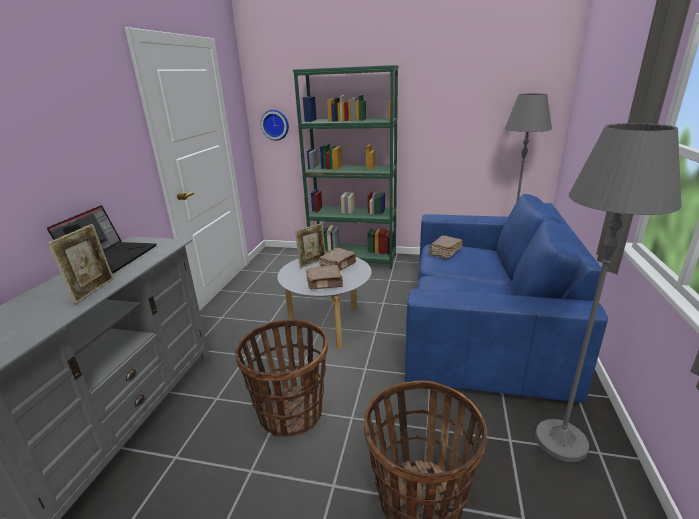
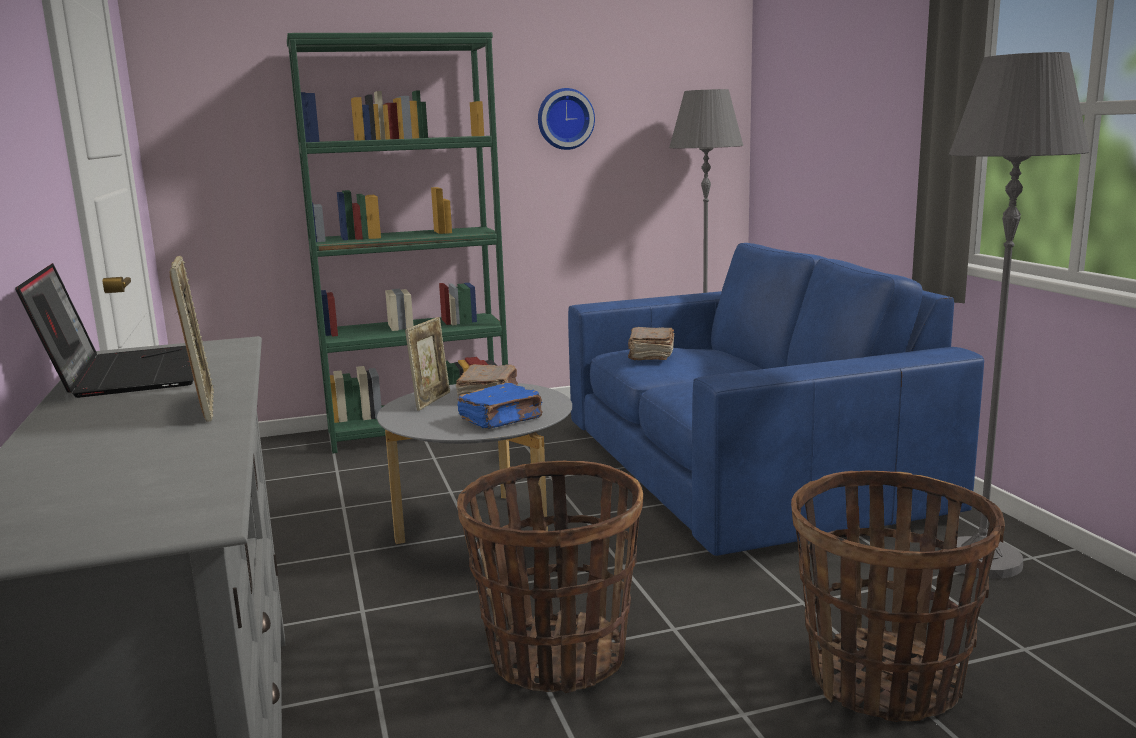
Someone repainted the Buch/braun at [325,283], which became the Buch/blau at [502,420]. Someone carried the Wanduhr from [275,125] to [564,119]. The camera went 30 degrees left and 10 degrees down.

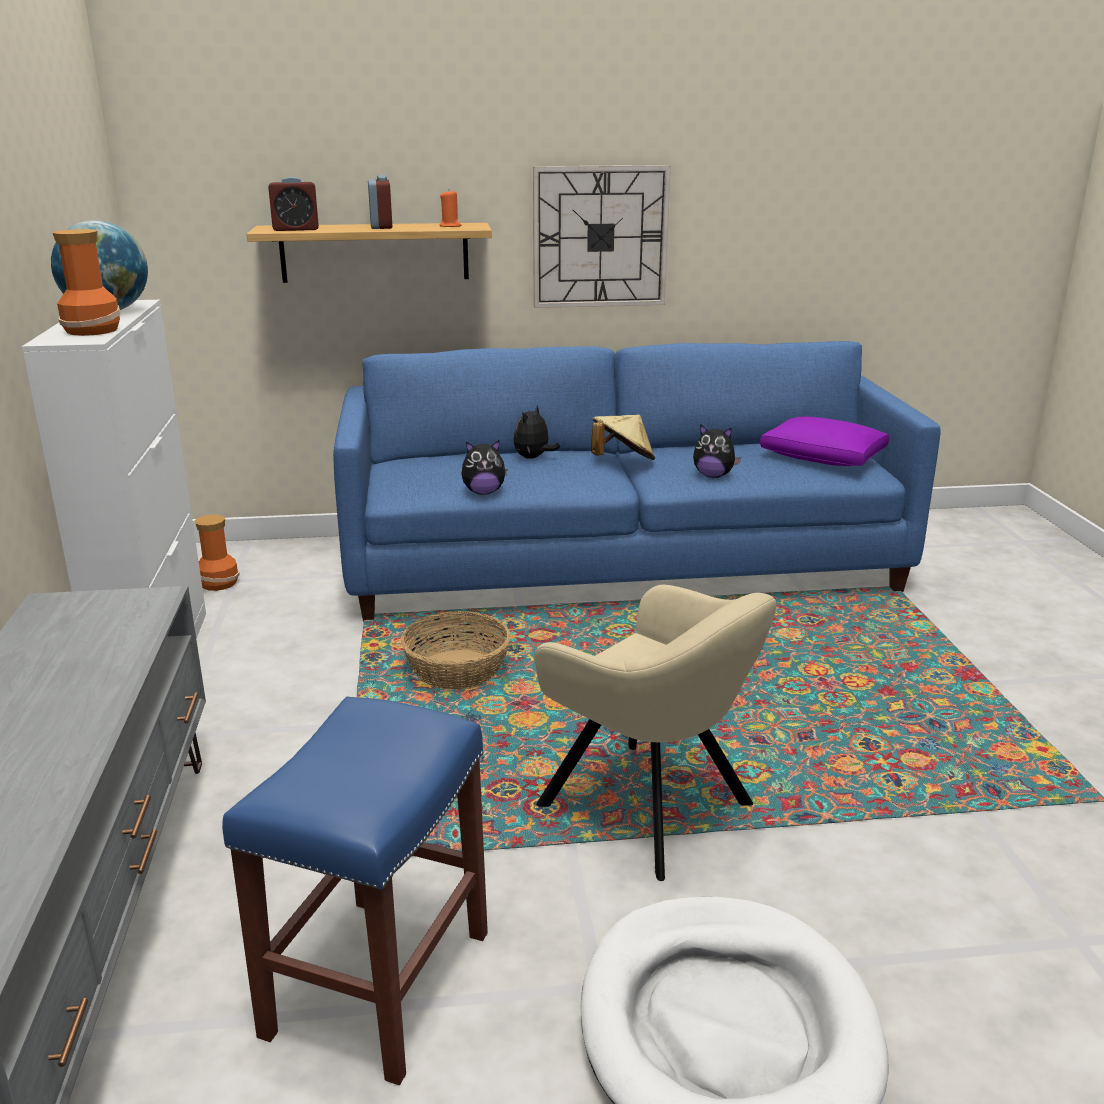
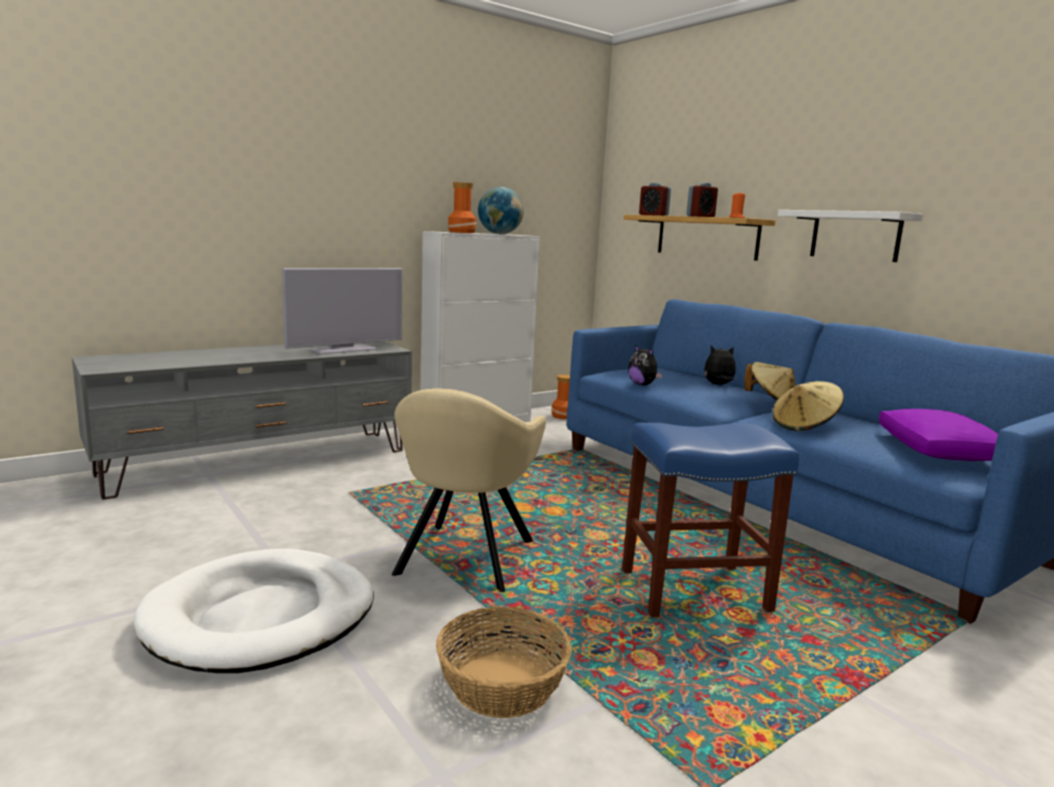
Someone put down the Fernseher at [344,350]. Someone carried the Korb from [458,670] to [502,685]. Someone carried the Hocker/blau from [379,980] to [695,590]. Someone swapped the Plüschtier at [713,476] for the Hut/beige at [804,426]. Someone swapped the Wanduhr at [600,237] for the Wandregal/weiß at [855,236]. The camera went 60 degrees right and 10 degrees down.

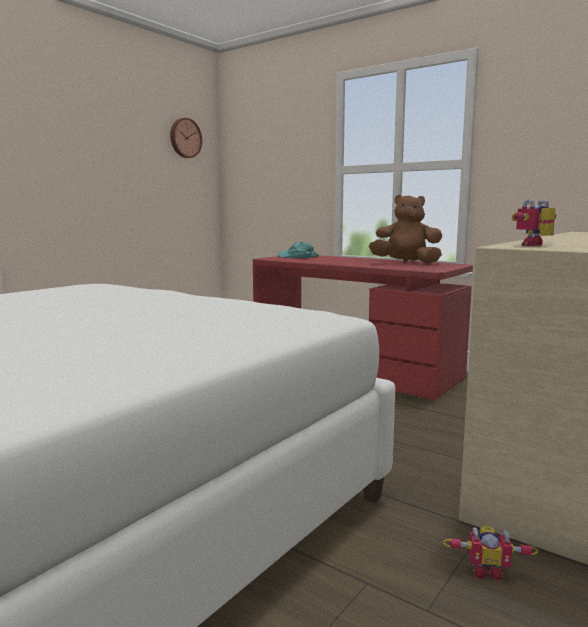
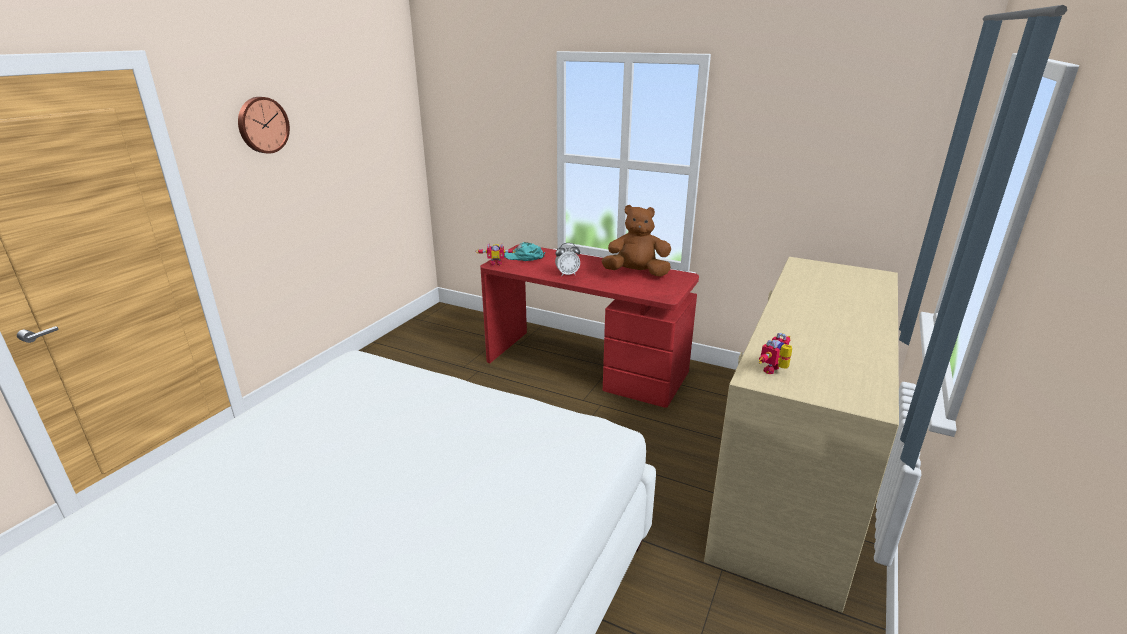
Someone carried the Wanduhr from [185,138] to [262,125]. Someone carried the Spielzeugroboter from [486,571] to [496,263]. Someone put down the Wecker at [567,274]. The camera went 10 degrees left and 15 degrees up.

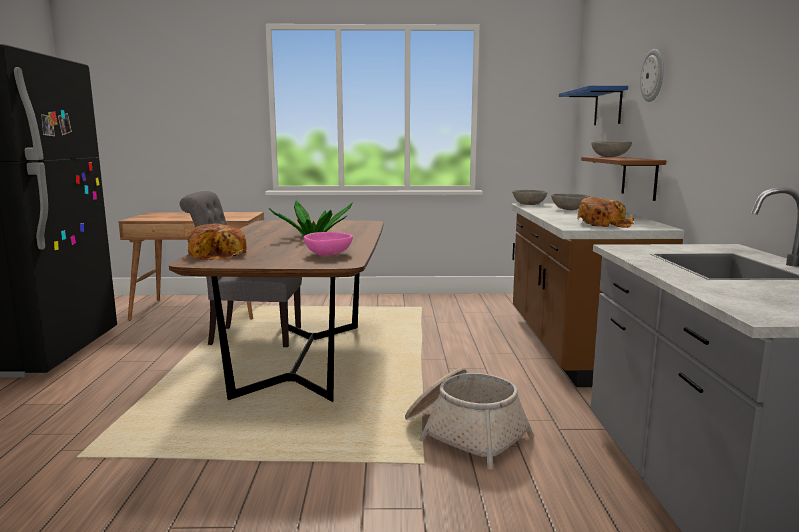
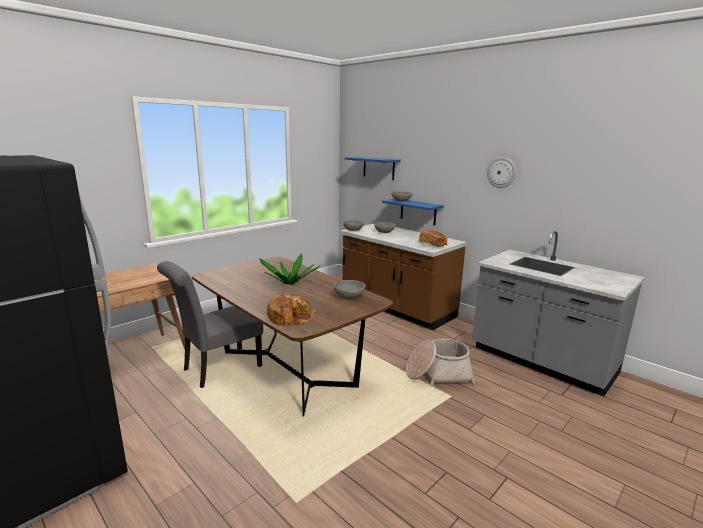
Someone repainted the Schüssel/rosa at [328,254], which became the Schüssel/grau at [349,297]. Someone repainted the Wandregal/braun at [639,177], which became the Wandregal/blau at [418,211]. Someone carried the Wanduhr from [653,75] to [501,172]. The camera went 45 degrees left and 5 degrees up.

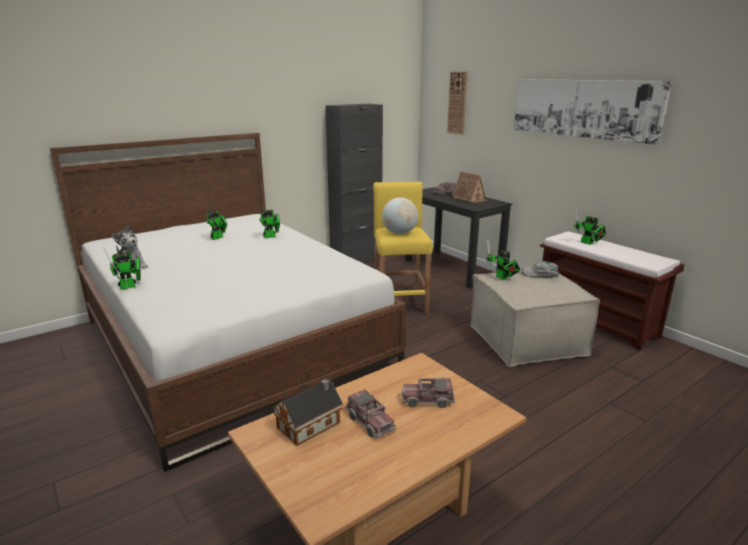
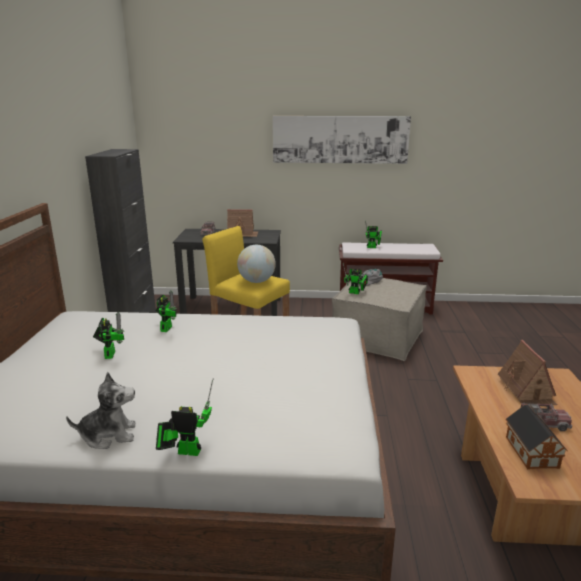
Someone rotated the Spielzeugroboter at [130,286] by 90 degrees counterclockwise. Someone swapped the Spielzeuglaster at [427,400] for the Spielzeughaus at [526,390]. Someone took away the Wanduhr at [457,103]. The camera went 50 degrees left and 0 degrees up.

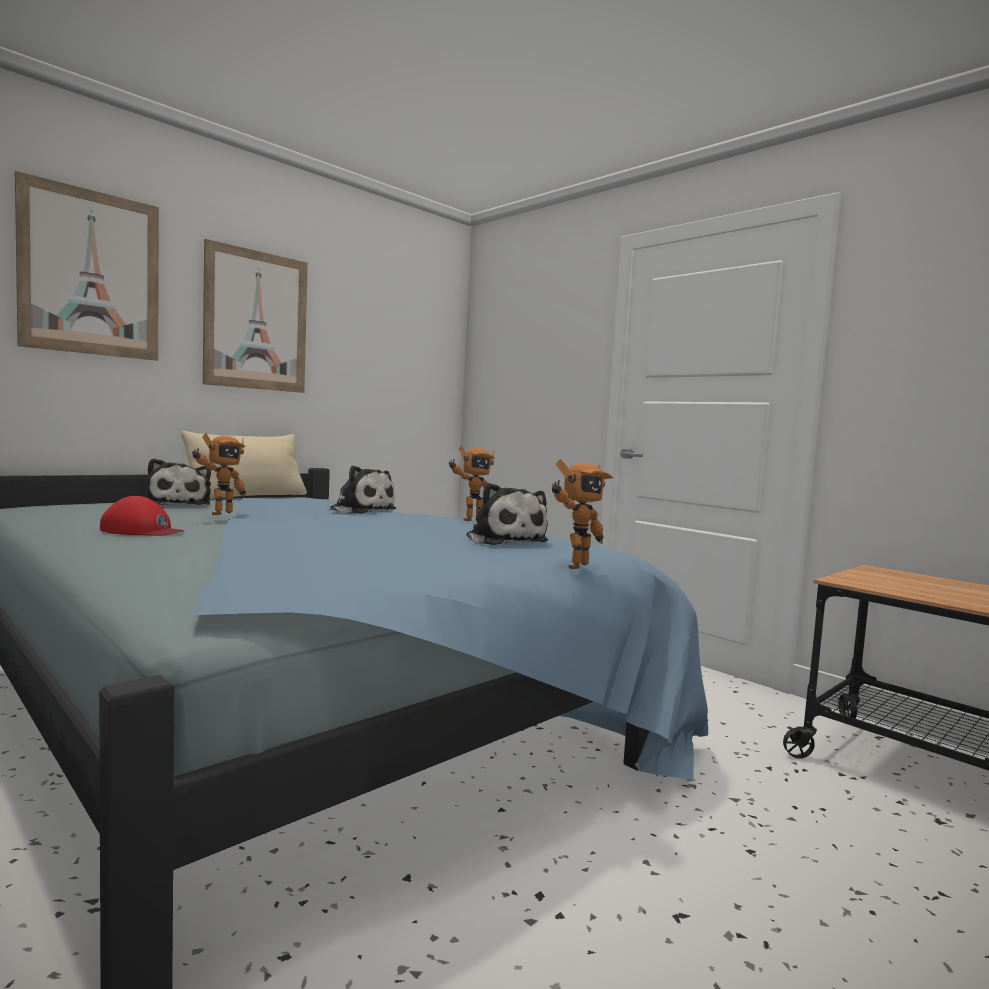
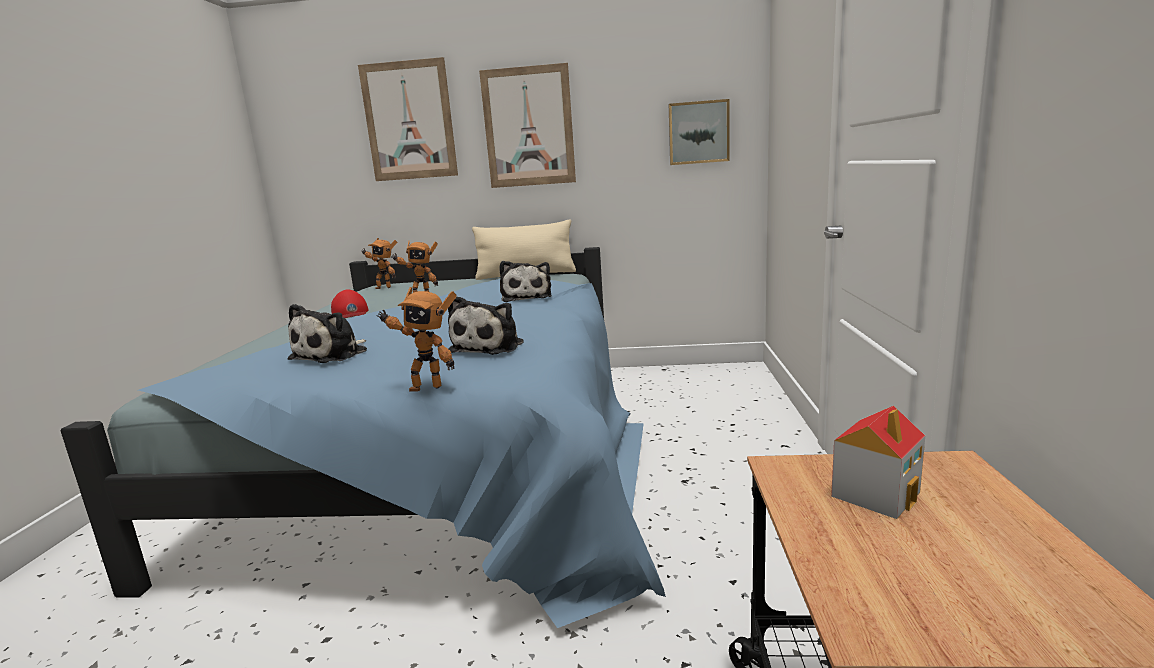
Someone carried the Plüschtier from [179,504] to [333,354]. Someone carried the Spielzeugroboter from [470,519] to [384,287]. Someone put up the Bild at [698,132]. Someone put down the Spielzeughaus at [875,493]. The camera went 50 degrees right and 10 degrees up.

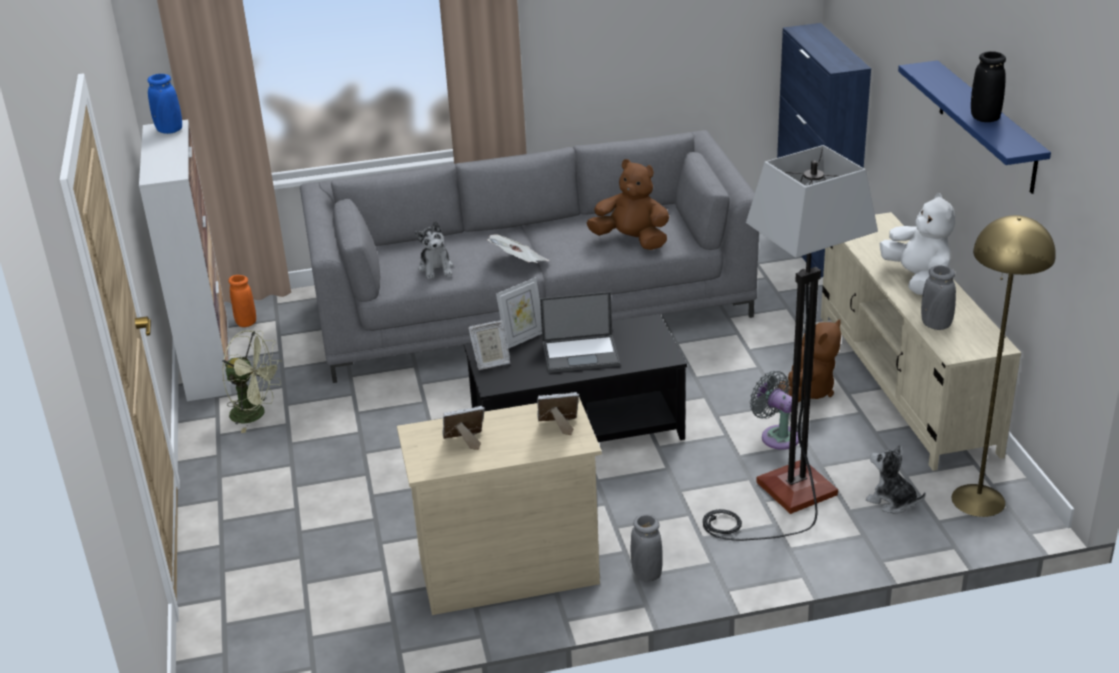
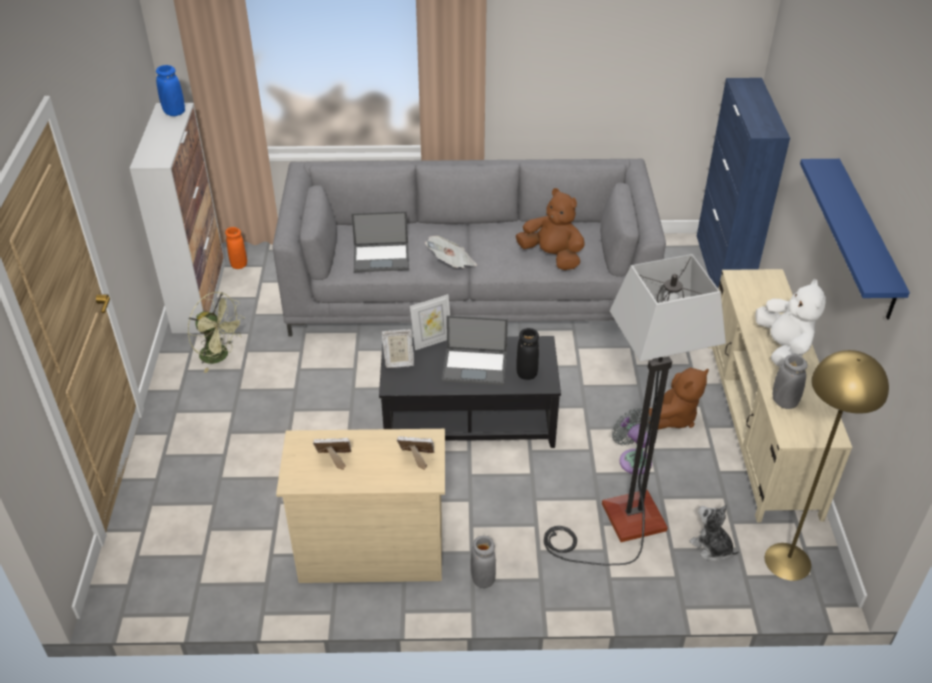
Someone swapped the Plüschtier at [436,268] for the Laptop at [382,257]. Someone carried the Vase/schwarz from [984,118] to [526,373]. The camera went 10 degrees right and 10 degrees up.

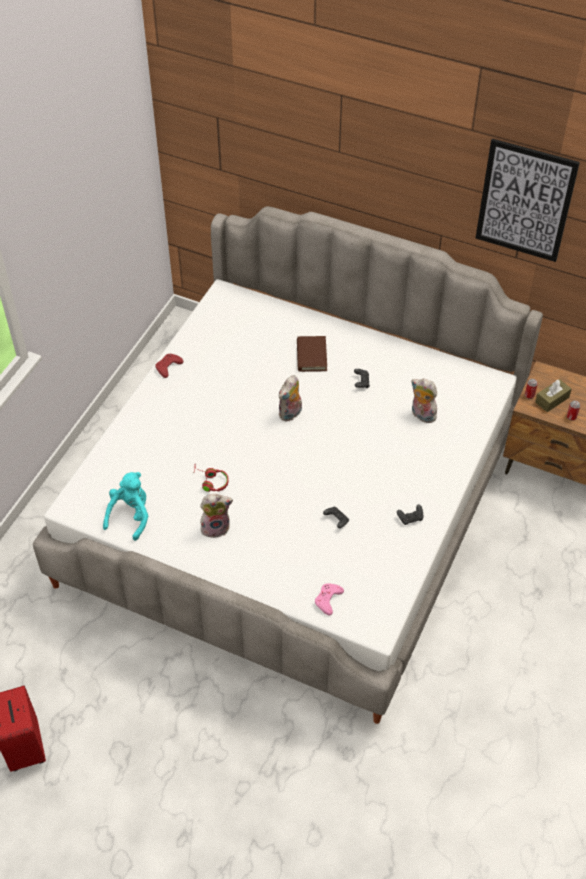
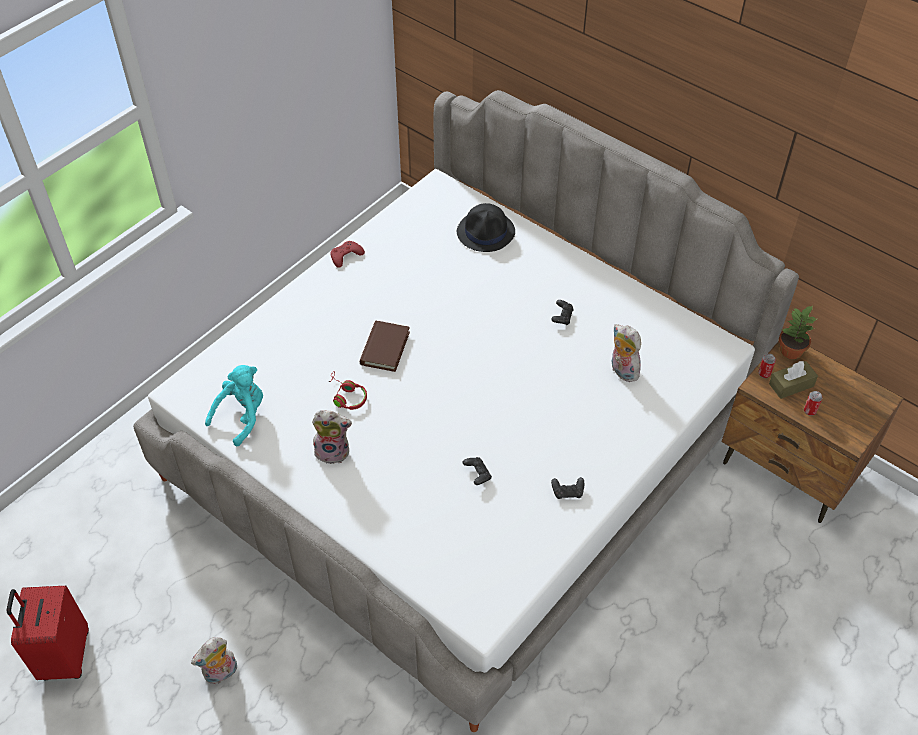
Someone carried the Plüschtier from [291,414] to [221,674]. Someone carried the Buch/braun from [311,356] to [385,348]. Someone put down the Hut/schwarz at [486,232]. Someone put down the Topfpflanze at [790,351]. Someone took away the Gamepad/rosa at [328,600]. Someone took away the Bild at [525,201]. The camera went 15 degrees right and 0 degrees up.

